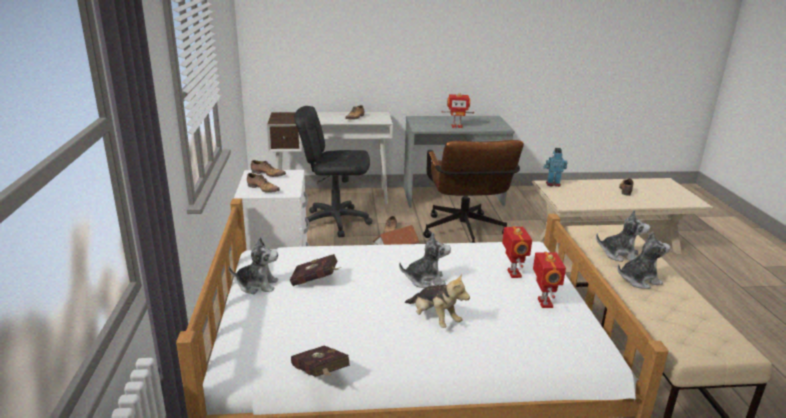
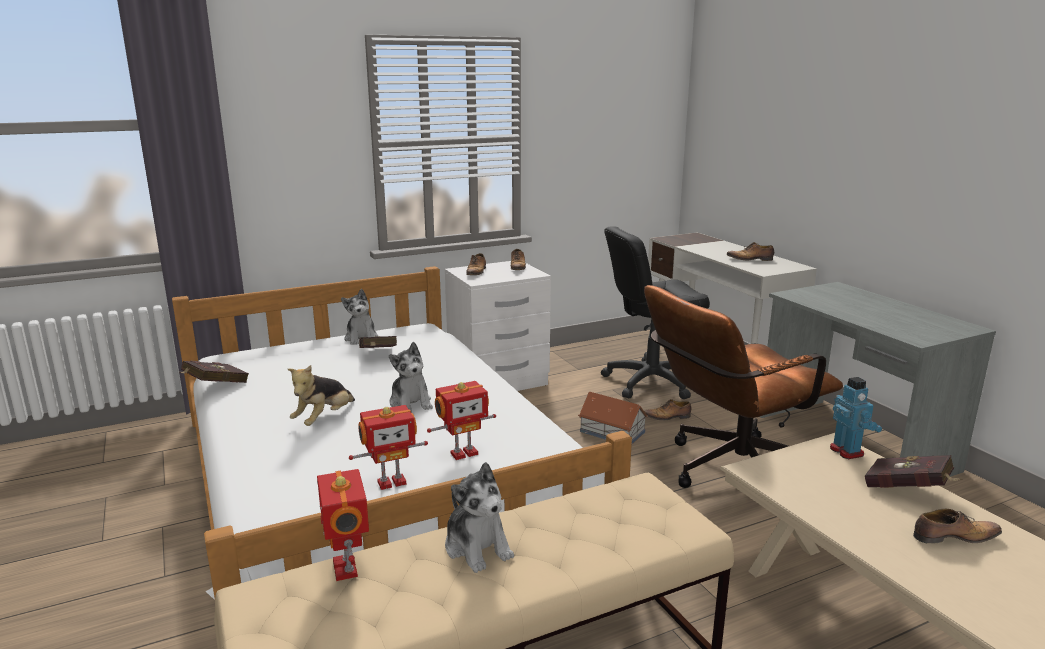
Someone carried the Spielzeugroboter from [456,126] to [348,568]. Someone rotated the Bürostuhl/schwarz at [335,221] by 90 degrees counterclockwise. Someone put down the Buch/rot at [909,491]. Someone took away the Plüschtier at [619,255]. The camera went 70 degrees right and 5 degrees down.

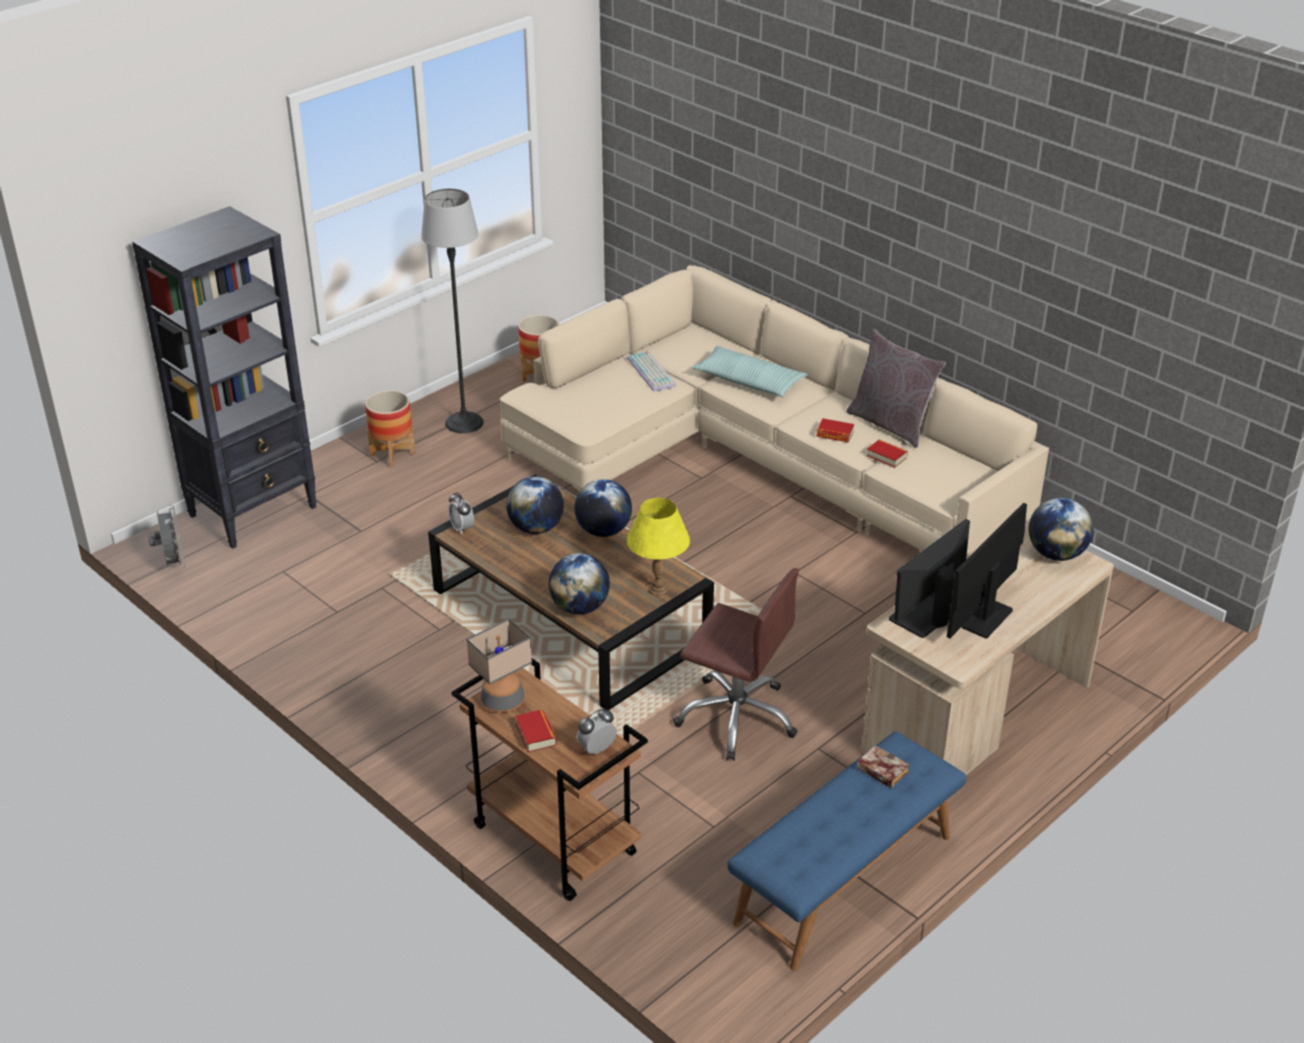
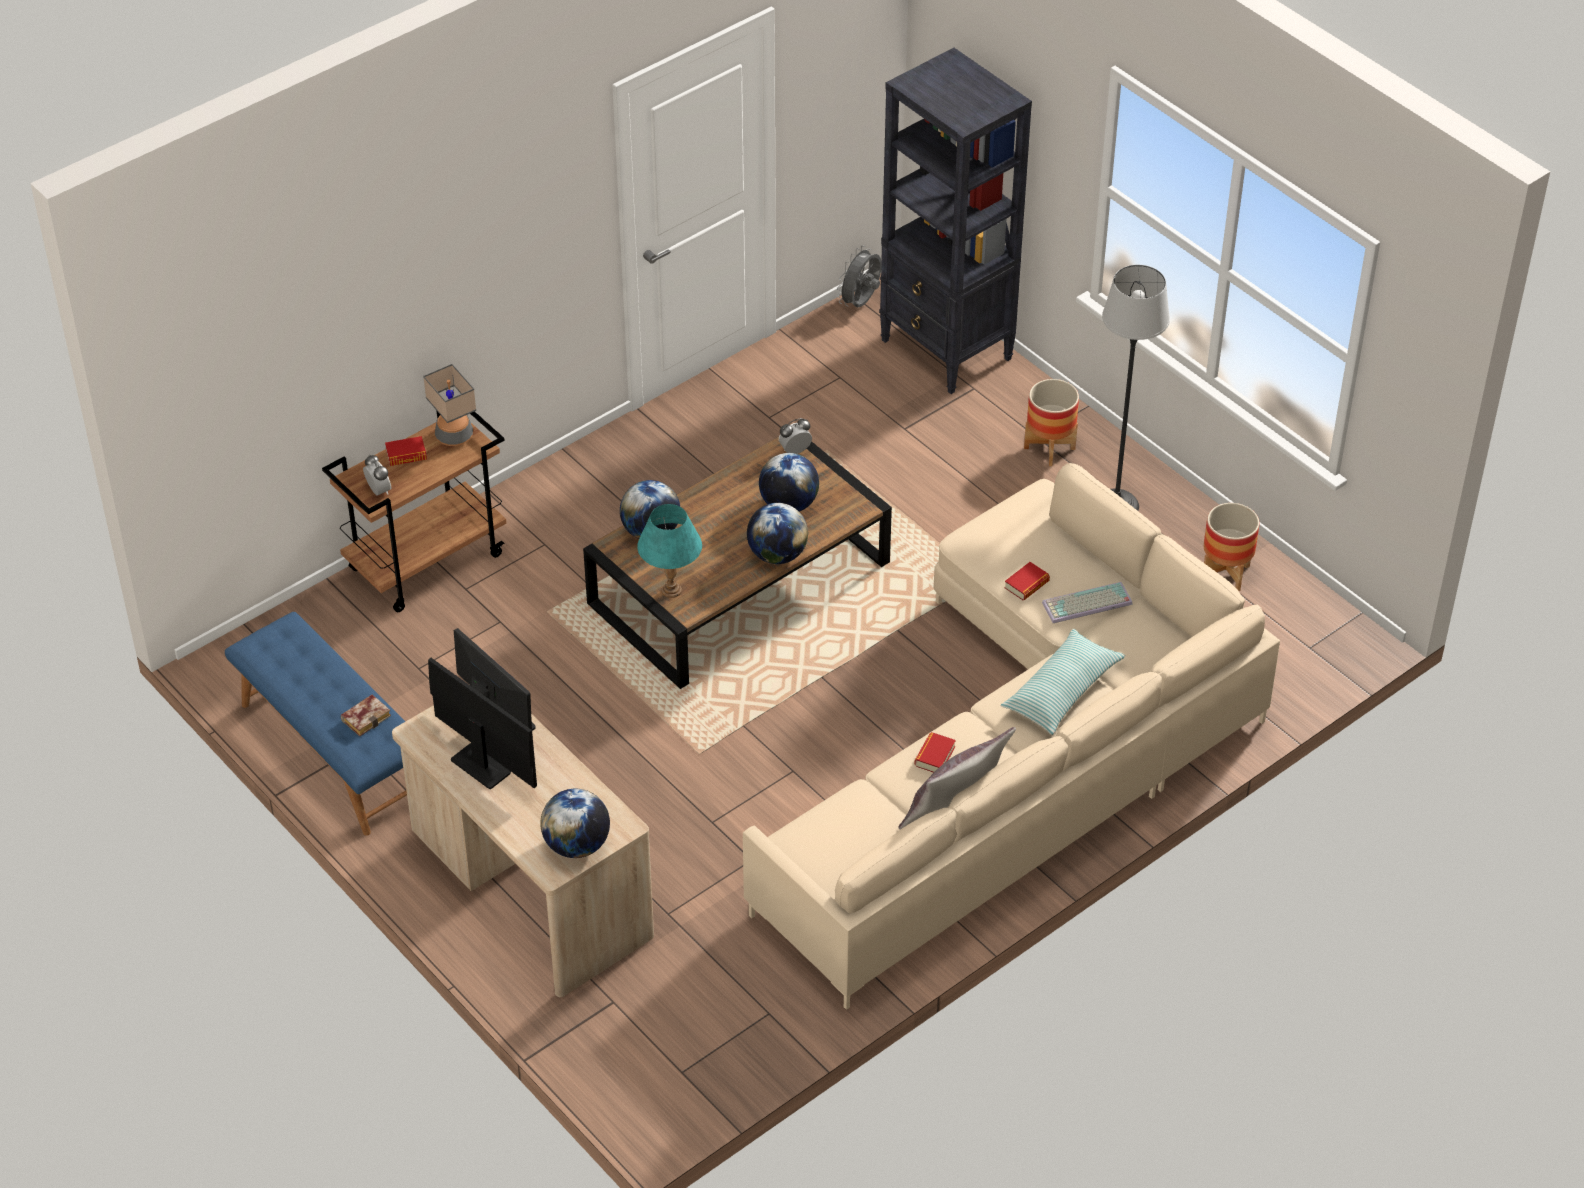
Someone repainted the Tischlampe/gelb at [658,589], which became the Tischlampe/türkis at [672,590]. Someone rotated the Ventilator/grau at [173,563] by 135 degrees clockwise. Someone carried the Buch from [886,456] to [1026,585]. Someone took away the Bürostuhl/braun at [737,717]. The camera went 95 degrees right and 10 degrees up.

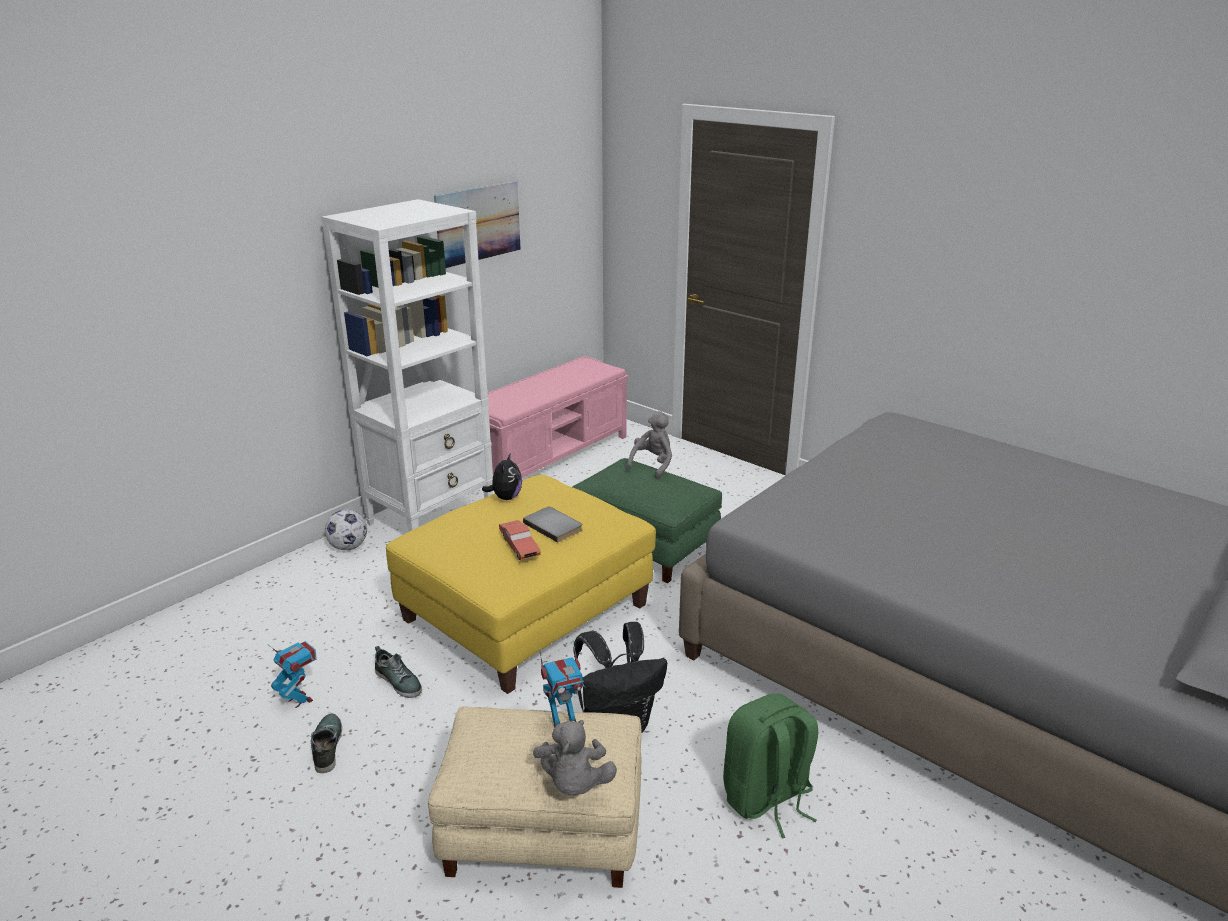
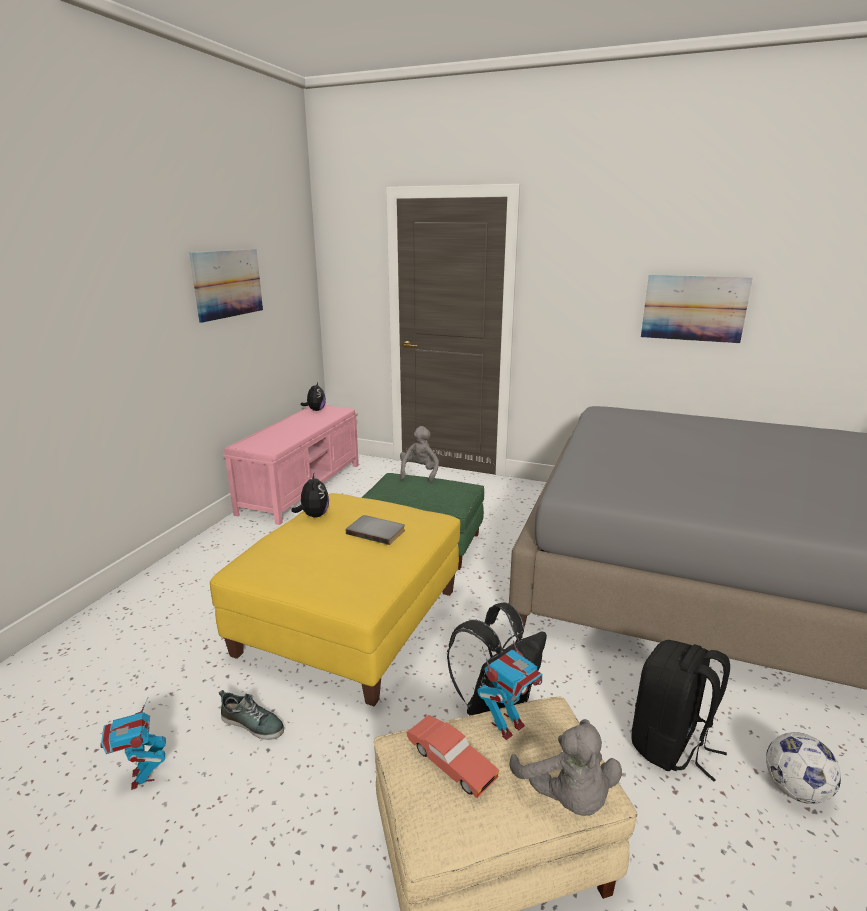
Someone rotated the Spielzeugroboter at [300,700] by 135 degrees counterclockwise. Someone put down the Plüschtier at [315,410]. Someone carried the Spielzeugauto/rot from [519,547] to [450,763]. Someone repainted the Rucksack/grün at [767,799], which became the Rucksack/schwarz at [670,744]. Someone put up the Bild at [694,308]. Someone carried the Fußball from [348,547] to [795,790]. Someone took away the Schuh at [327,746]. Someone took away the Bücherregal/weiß at [432,517]. The camera went 20 degrees left and 5 degrees down.

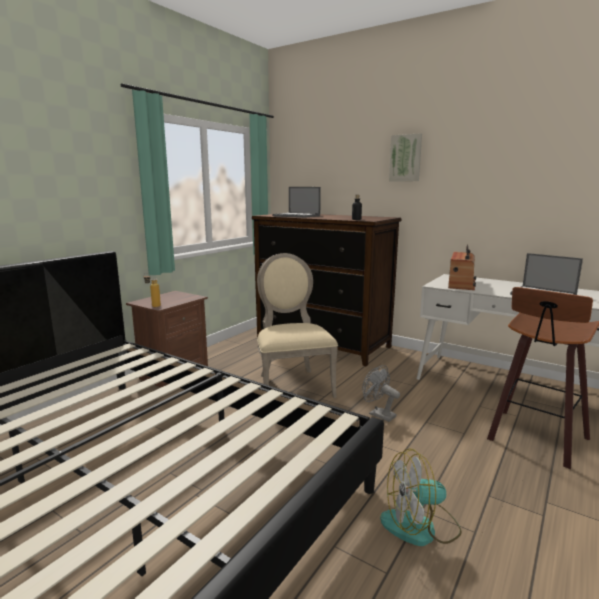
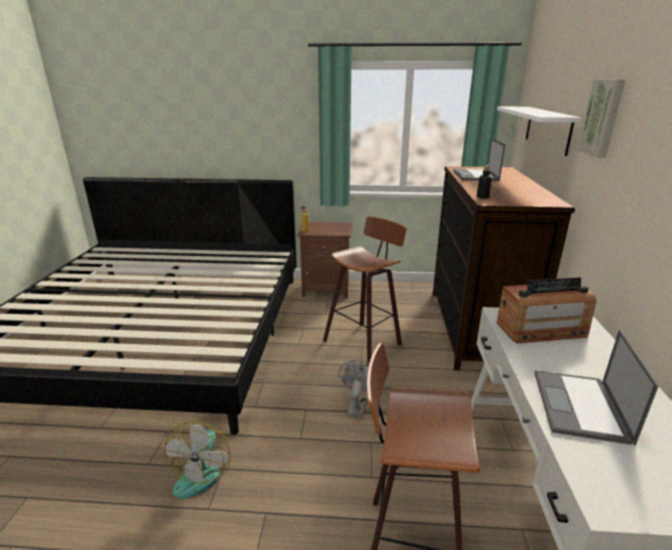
Someone rotated the Ventilator at [420,526] by 135 degrees counterclockwise. Someone swapped the Stuhl/beige at [292,385] for the Hocker at [364,342]. Someone put up the Wandregal/weiß at [547,129]. The camera went 60 degrees right and 10 degrees up.

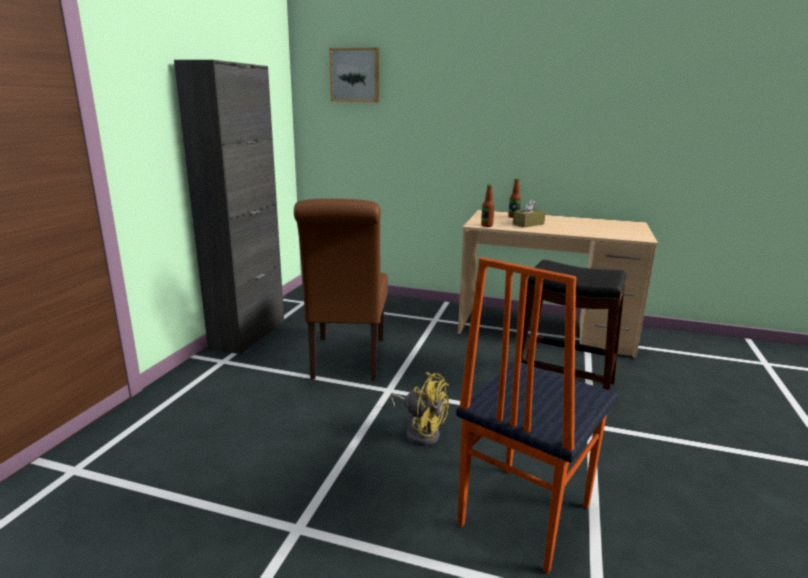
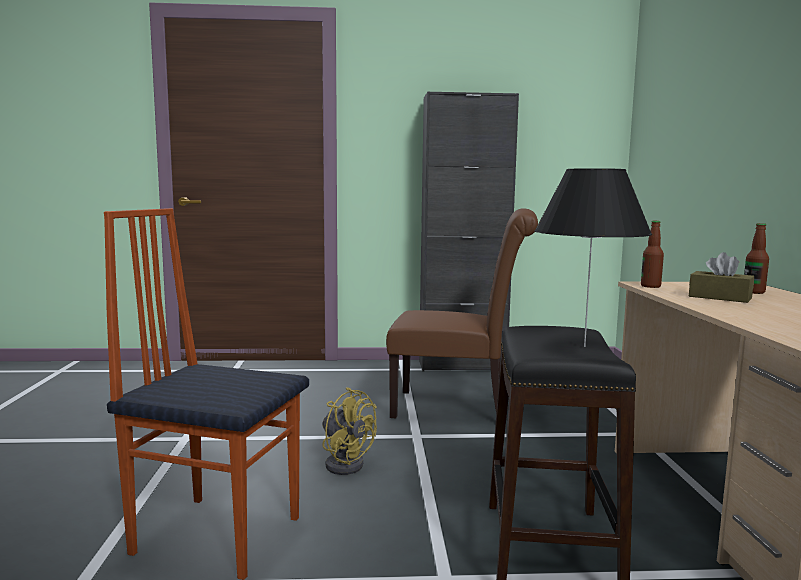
Someone rotated the Ventilator/gelb at [421,432] by 60 degrees counterclockwise. Someone rotated the Stuhl/braun at [347,360] by 150 degrees counterclockwise. Someone put down the Tischlampe/schwarz at [584,346]. Someone took away the Bild at [355,75]. The camera went 70 degrees right and 10 degrees down.

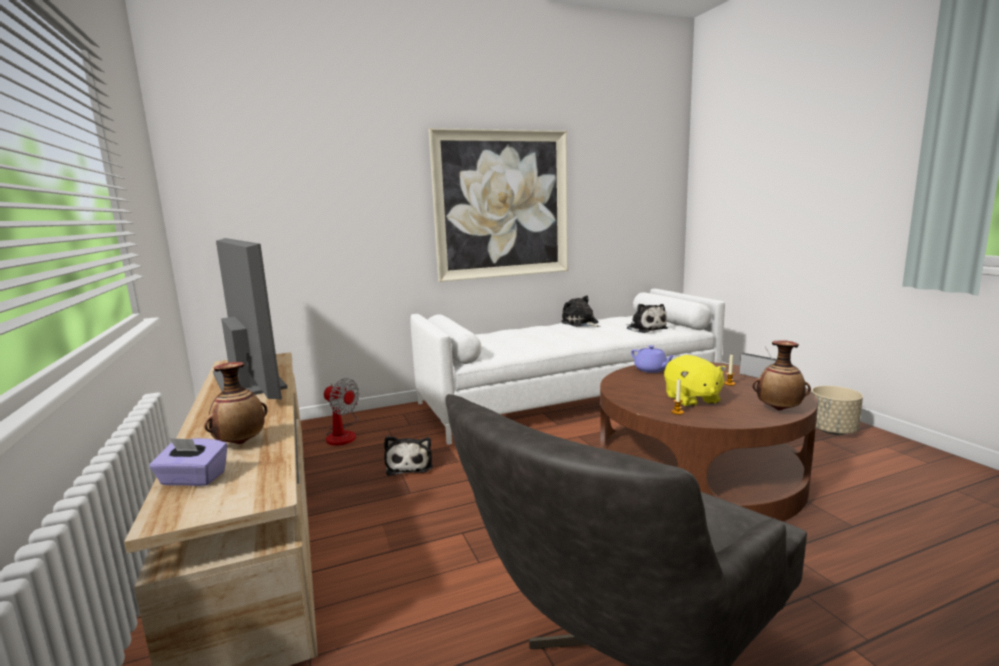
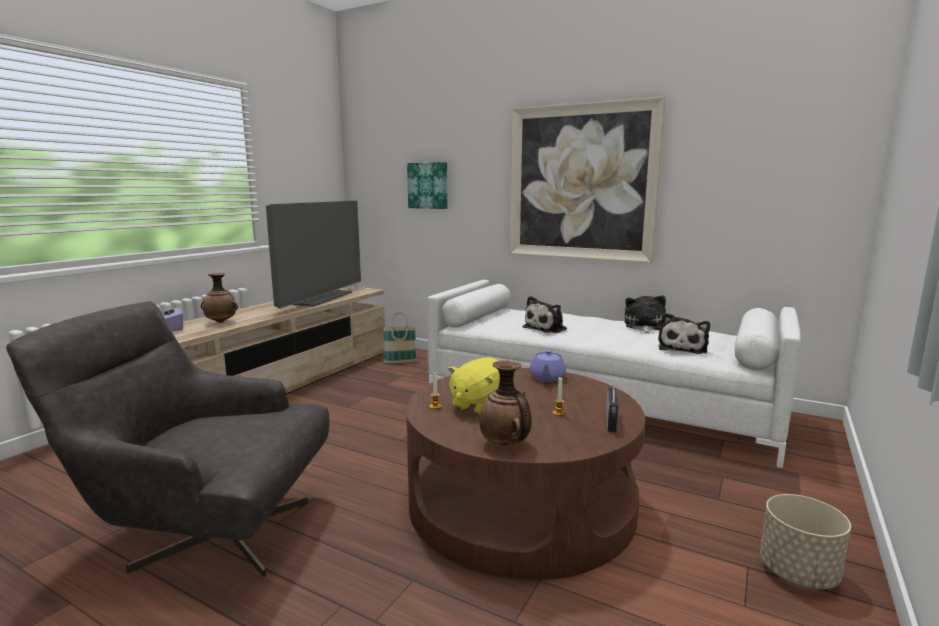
Someone swapped the Ventilator at [343,434] for the Korb at [400,362]. Someone put up the Bild at [428,185]. Someone carried the Plüschtier from [410,465] to [547,328]. The camera went 50 degrees right and 0 degrees up.

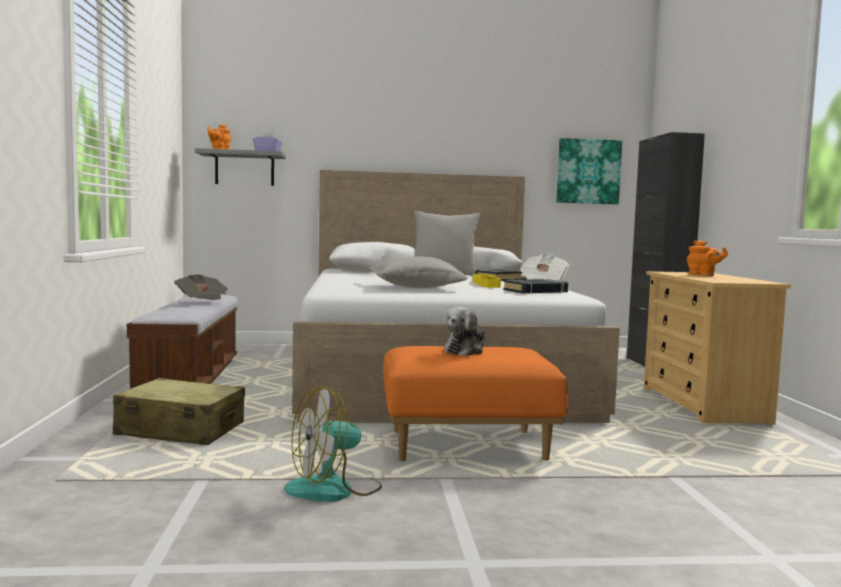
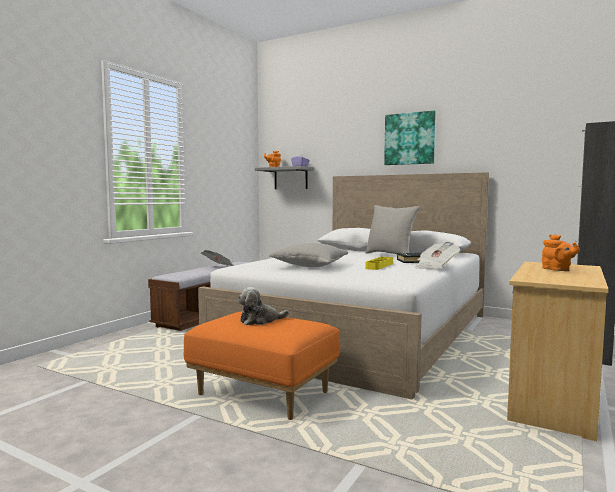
Someone carried the Bild from [588,171] to [409,139]. Someone took away the Koffer/beige at [181,430]. Someone took away the Ventilator at [334,489]. Someone took away the Buch/schwarz at [535,291]. The camera went 35 degrees right and 0 degrees up.

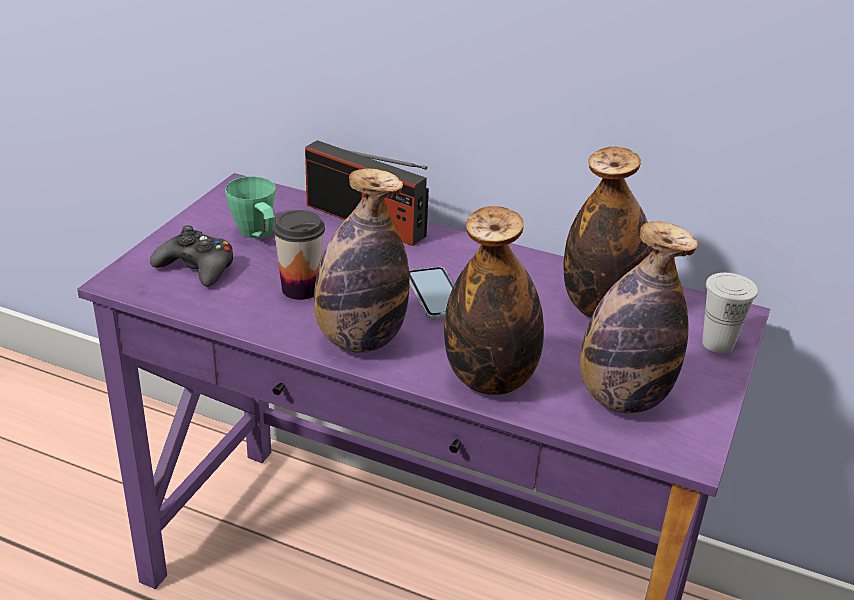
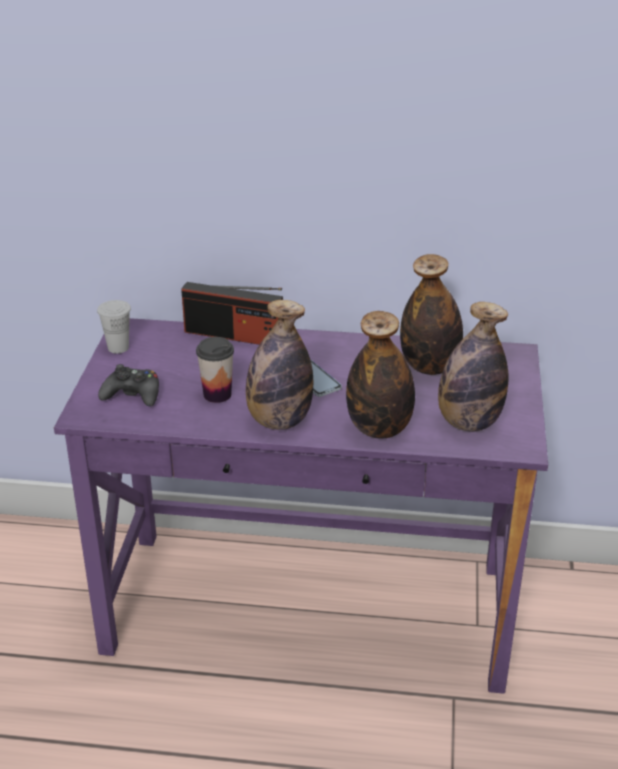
Someone carried the Tasse/weiß from [718,343] to [118,348]. Someone took away the Henkelbecher/grün at [257,237]. The camera went 15 degrees left and 0 degrees up.

